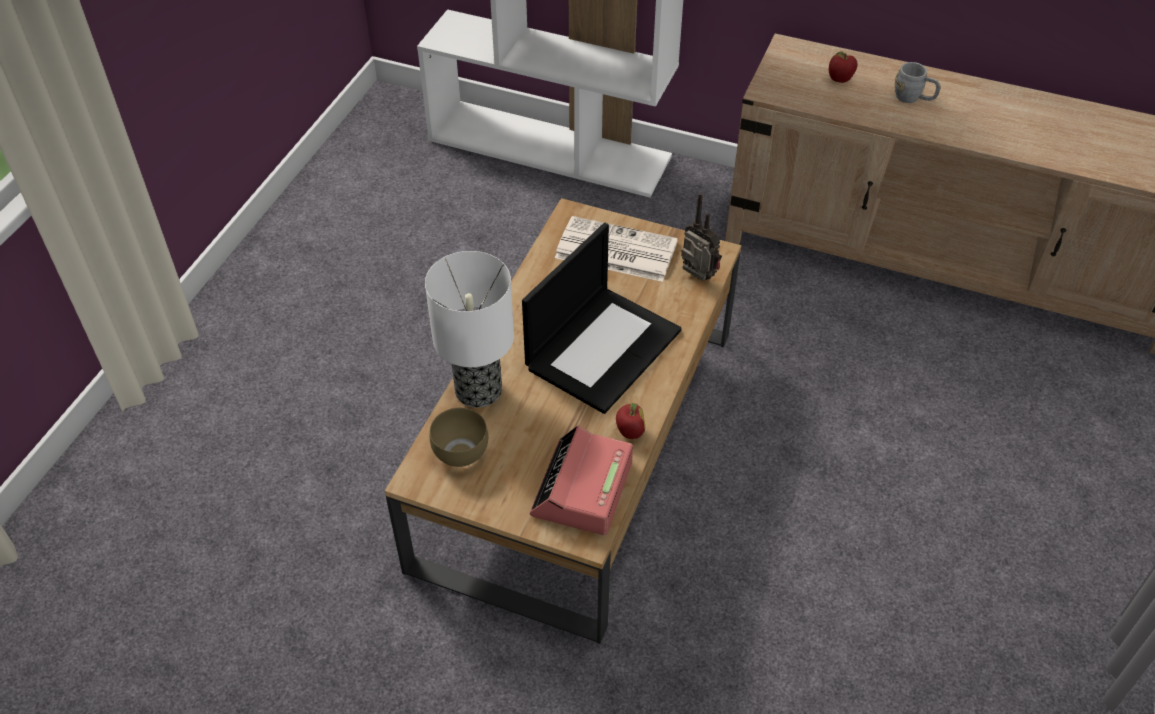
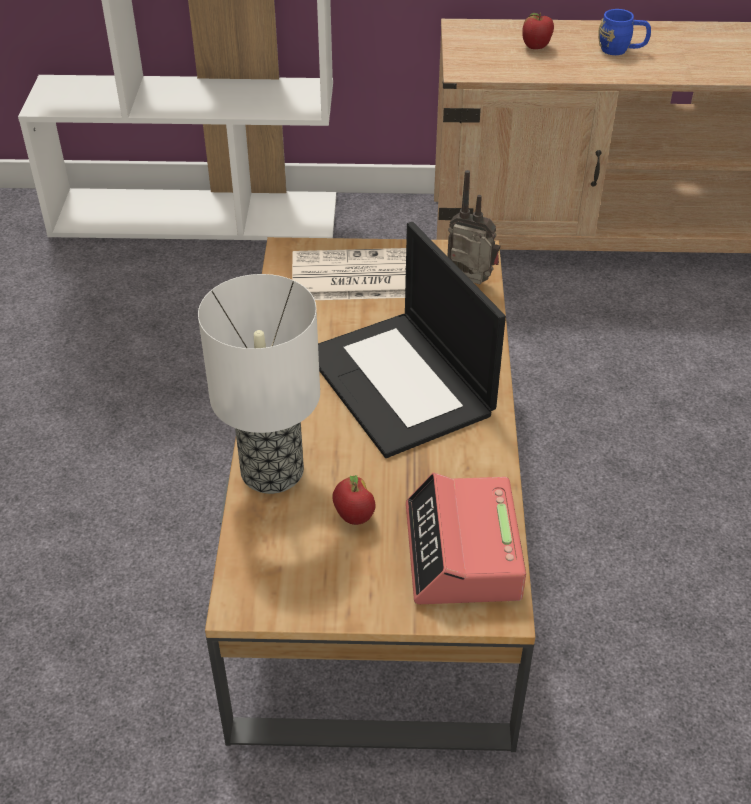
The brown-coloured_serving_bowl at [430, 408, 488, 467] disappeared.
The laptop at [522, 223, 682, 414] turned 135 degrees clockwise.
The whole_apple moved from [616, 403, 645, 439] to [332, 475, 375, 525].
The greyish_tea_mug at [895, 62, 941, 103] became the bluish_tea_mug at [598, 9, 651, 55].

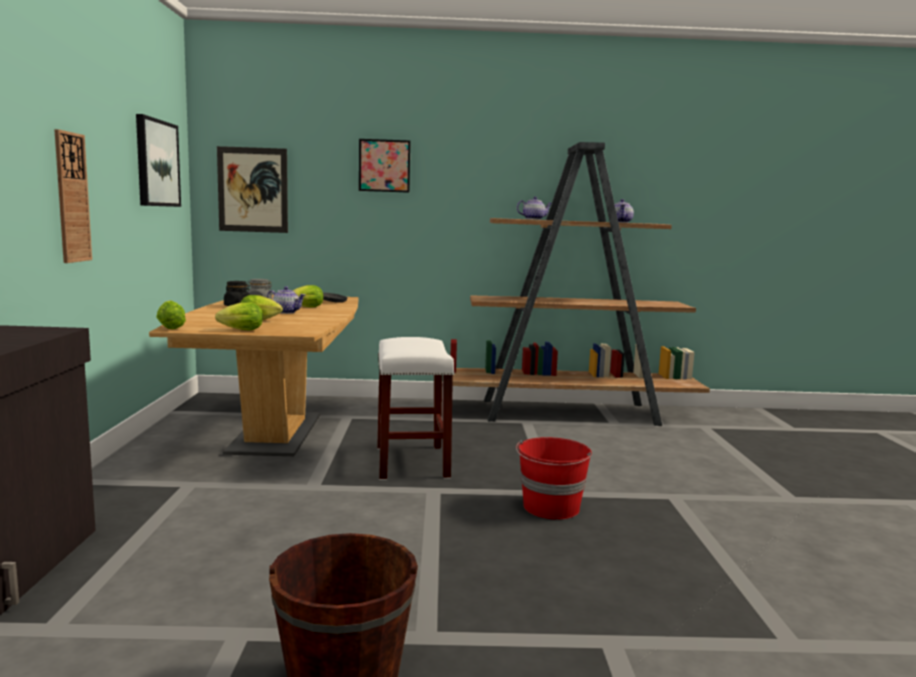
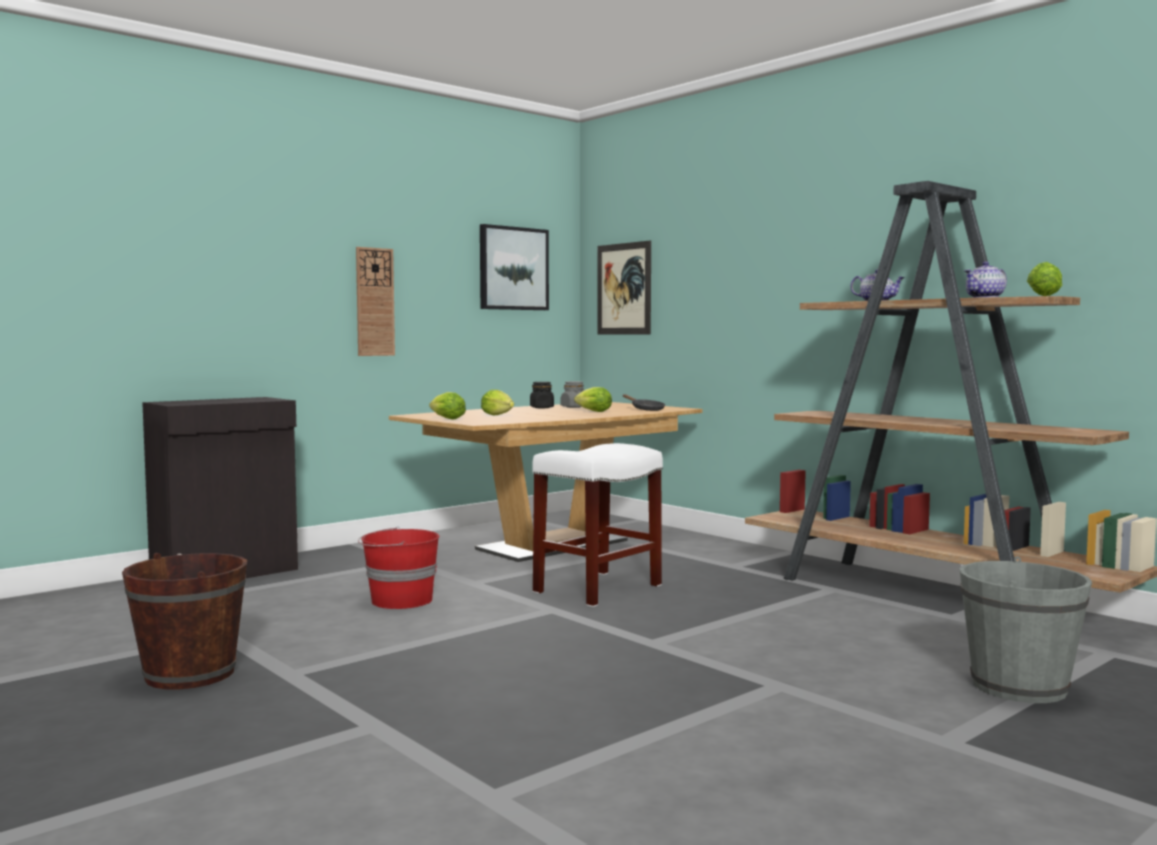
The lettuce moved from [156, 300, 186, 329] to [1027, 262, 1062, 296].
The pot_for_tea at [267, 286, 305, 314] disappeared.
The wall_art at [359, 139, 410, 193] disappeared.
The red-coloured_water_bucket moved from [516, 437, 592, 520] to [358, 527, 439, 609].
The greyish_water_bucket at [959, 556, 1092, 703] appeared.

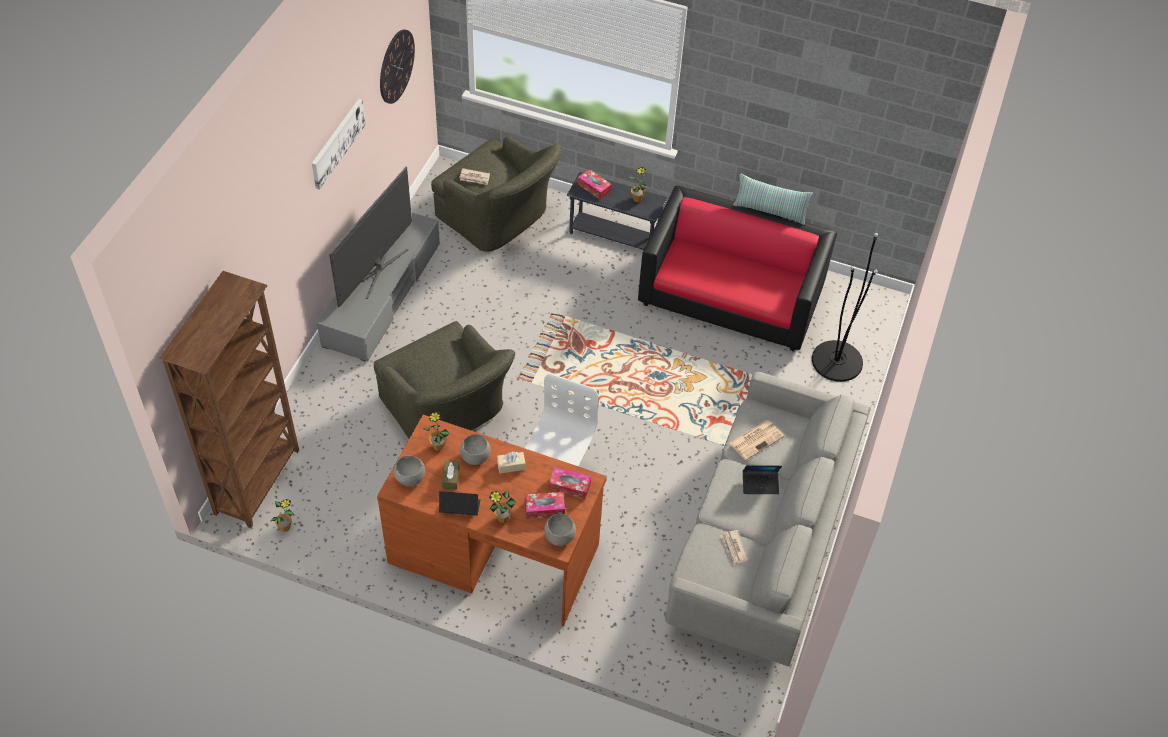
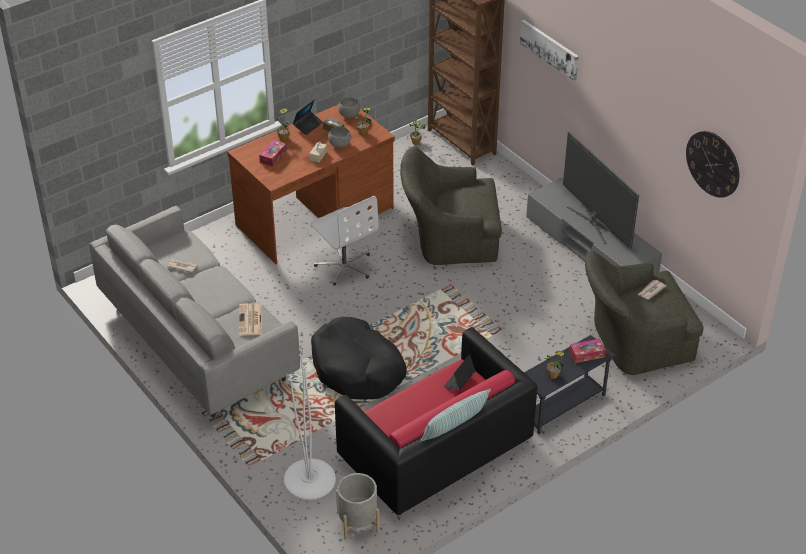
The wall_art moved from [312, 99, 366, 190] to [520, 20, 579, 81].
The greyish_serving_bowl at [544, 514, 576, 546] disappeared.
The tissue_box at [549, 467, 591, 499] disappeared.
The laptop moved from [743, 465, 782, 494] to [443, 354, 476, 390].
The blackish_standard_lamp at [812, 233, 878, 382] became the white_standard_lamp at [284, 350, 336, 500].
The blackish_dog_cushion at [311, 317, 407, 400] appeared.
The greyish_flower_pot at [336, 473, 379, 540] appeared.

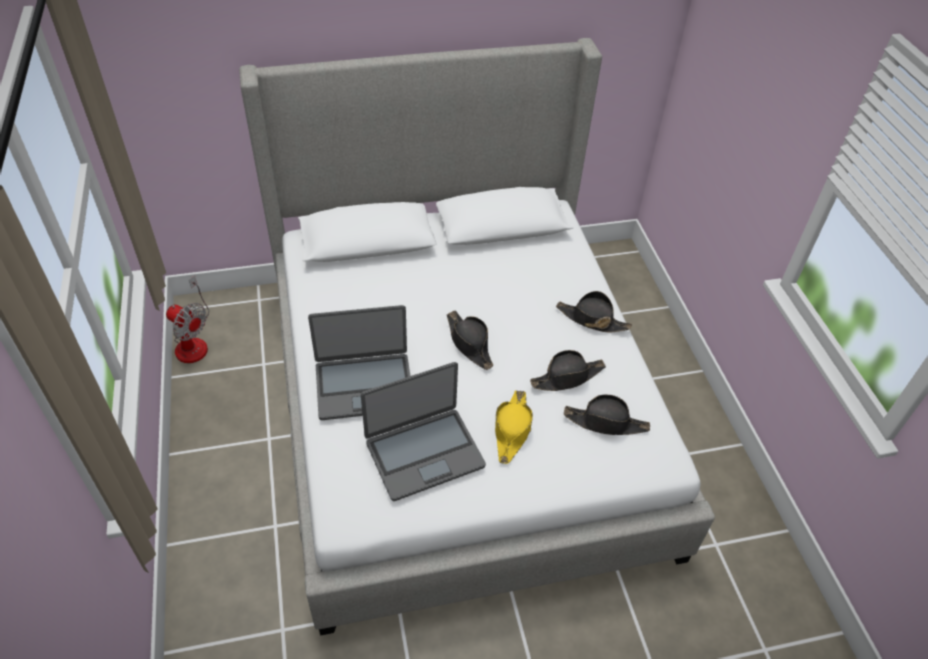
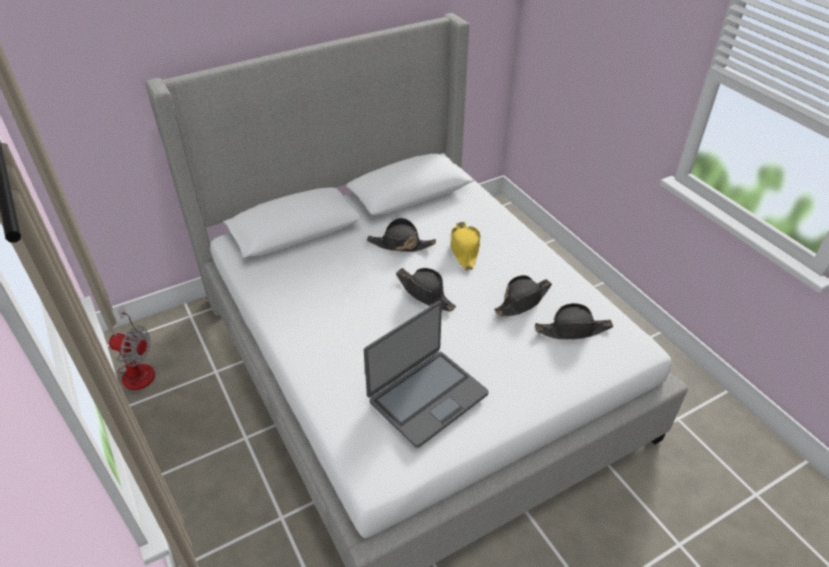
The laptop at [308, 305, 410, 420] disappeared.
The yellow_wearable_hat moved from [495, 391, 533, 464] to [451, 222, 480, 270].
The blackish_wearable_hat moved from [556, 291, 632, 333] to [367, 218, 436, 252].

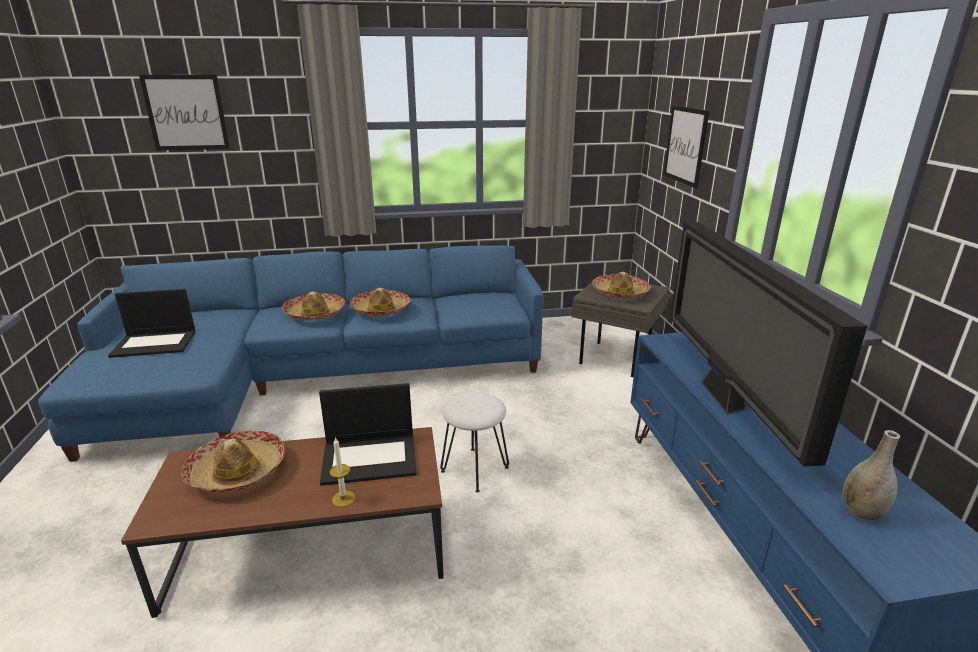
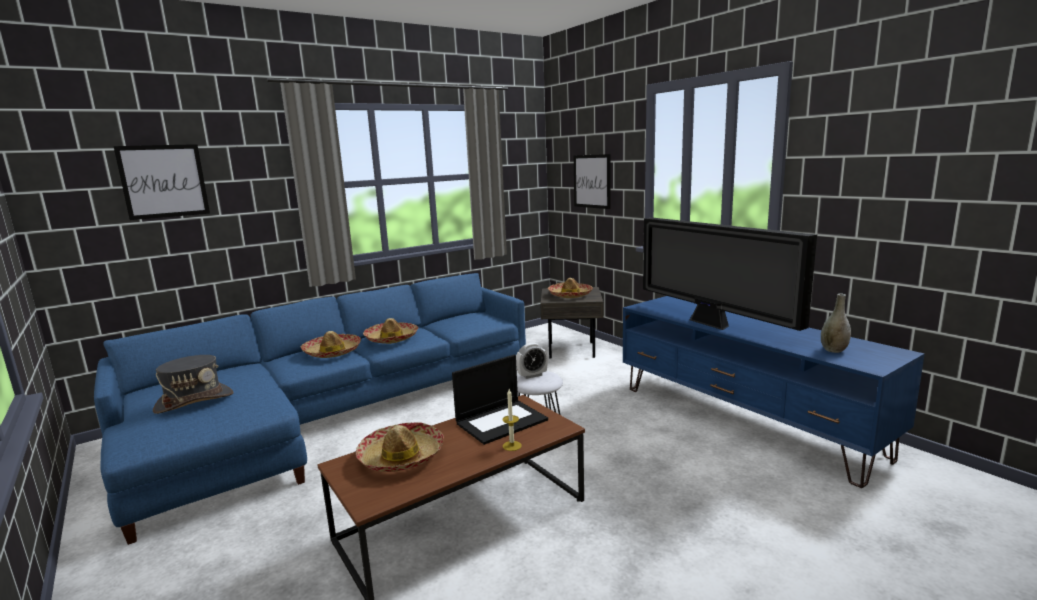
The laptop at [108, 289, 196, 358] was replaced by the greyish_wearable_hat at [153, 355, 234, 414].
The alarm_clock at [516, 342, 548, 379] appeared.

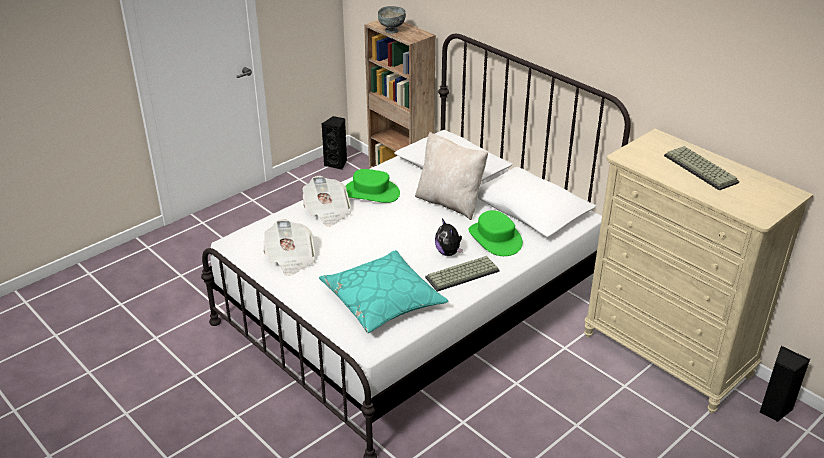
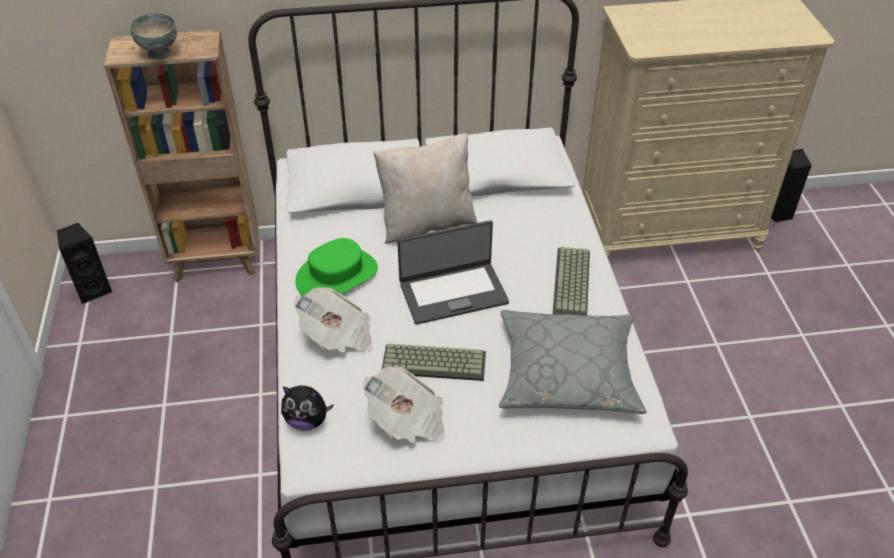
The turquoise_cushion at [319, 250, 449, 333] became the greyish_cushion at [499, 310, 647, 414].
The plush_toy moved from [435, 218, 463, 256] to [281, 386, 333, 431].
The green_wearable_hat at [469, 210, 523, 256] disappeared.
The PC_keyboard moved from [664, 146, 739, 190] to [382, 344, 486, 381].
The laptop at [397, 220, 509, 324] appeared.

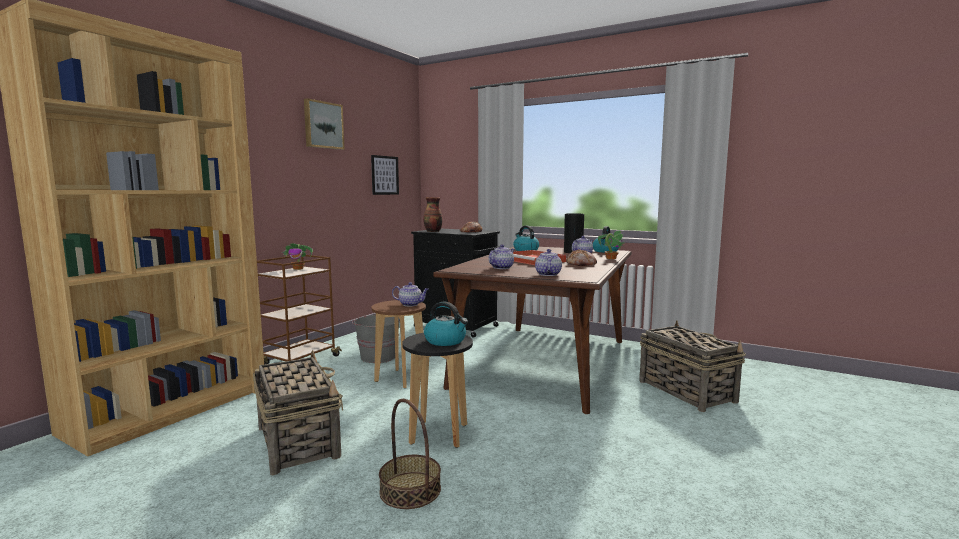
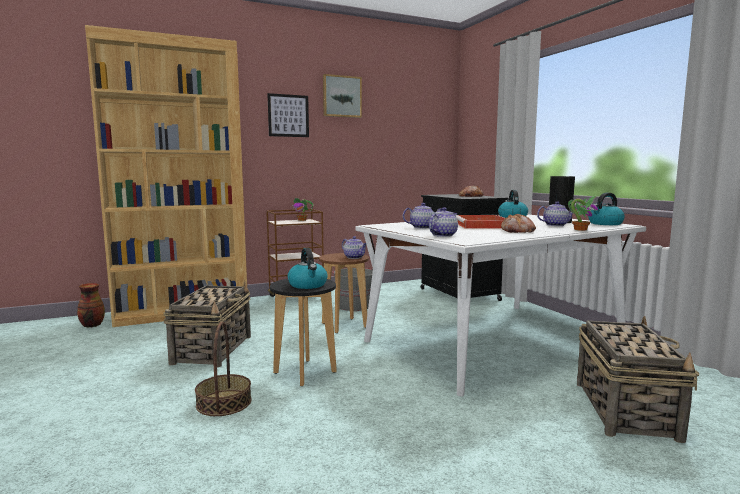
The wall_art moved from [371, 155, 399, 195] to [267, 93, 309, 137].
The vase moved from [423, 197, 443, 232] to [77, 283, 105, 327].
The brown-coloured_dining_table at [434, 247, 631, 414] became the white_dining_table at [355, 214, 646, 397].

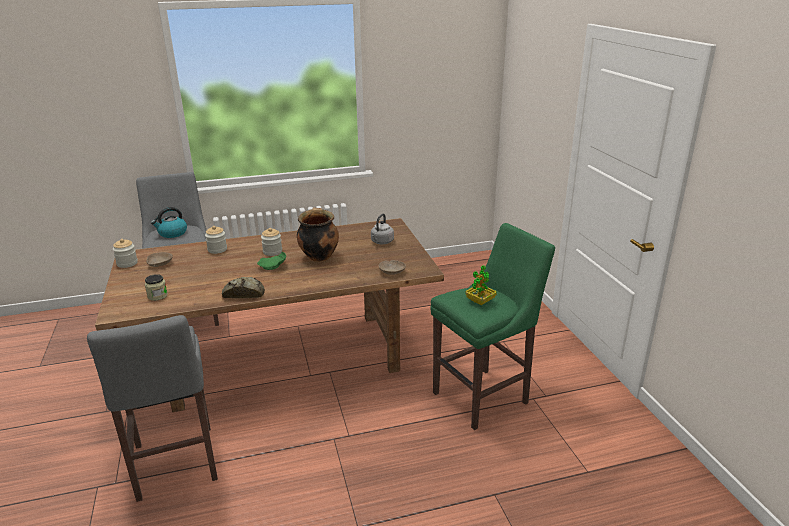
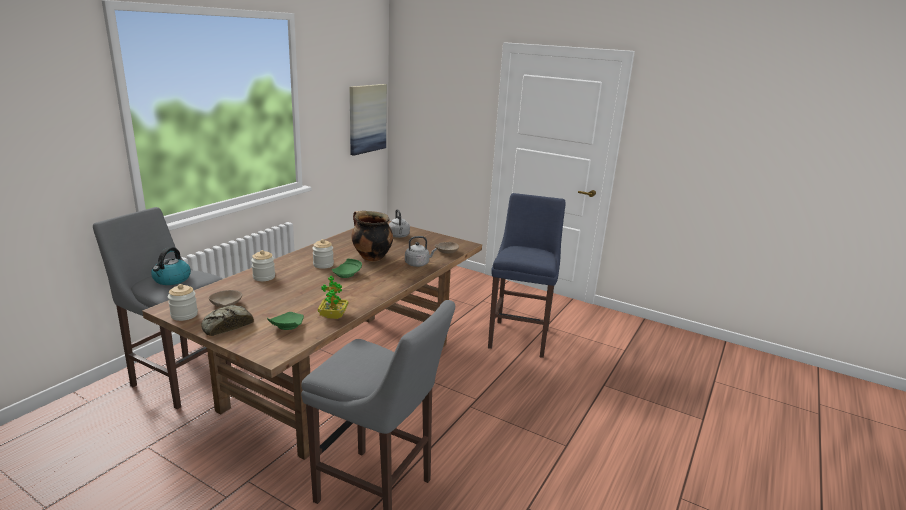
The preserve_jar at [145, 274, 168, 301] was replaced by the green_flat_dish at [267, 312, 304, 330].
The bakery_bread moved from [222, 277, 265, 298] to [202, 305, 254, 336].
The green_stool at [430, 223, 555, 430] became the bluish_stool at [488, 193, 566, 358].
The plant_in_a_pot moved from [465, 265, 497, 305] to [318, 276, 348, 319].
The wall_art at [350, 84, 387, 156] appeared.
The greyish_water_kettle at [405, 236, 437, 267] appeared.

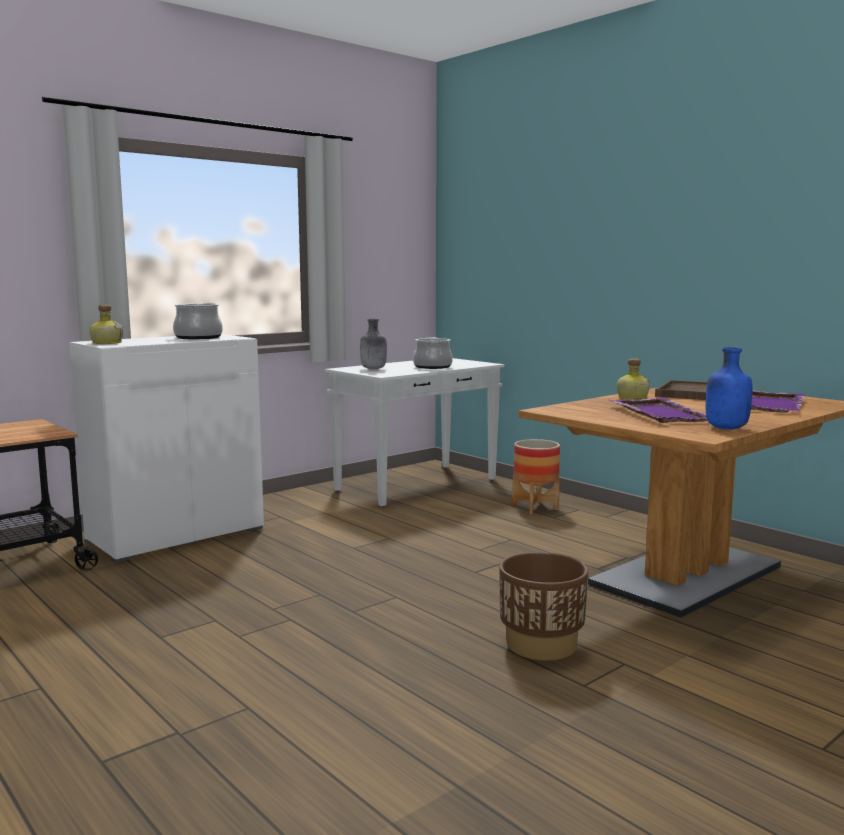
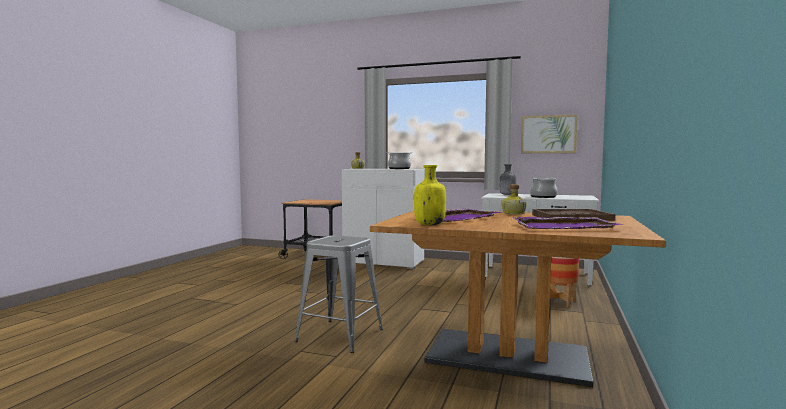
The brown-coloured_flower_pot at [499, 552, 588, 661] was replaced by the greyish_stool at [294, 235, 383, 353].
The bluish_beverage_bottle at [706, 347, 753, 429] became the yellow_beverage_bottle at [414, 165, 446, 225].
The wall_art at [521, 114, 578, 153] appeared.

